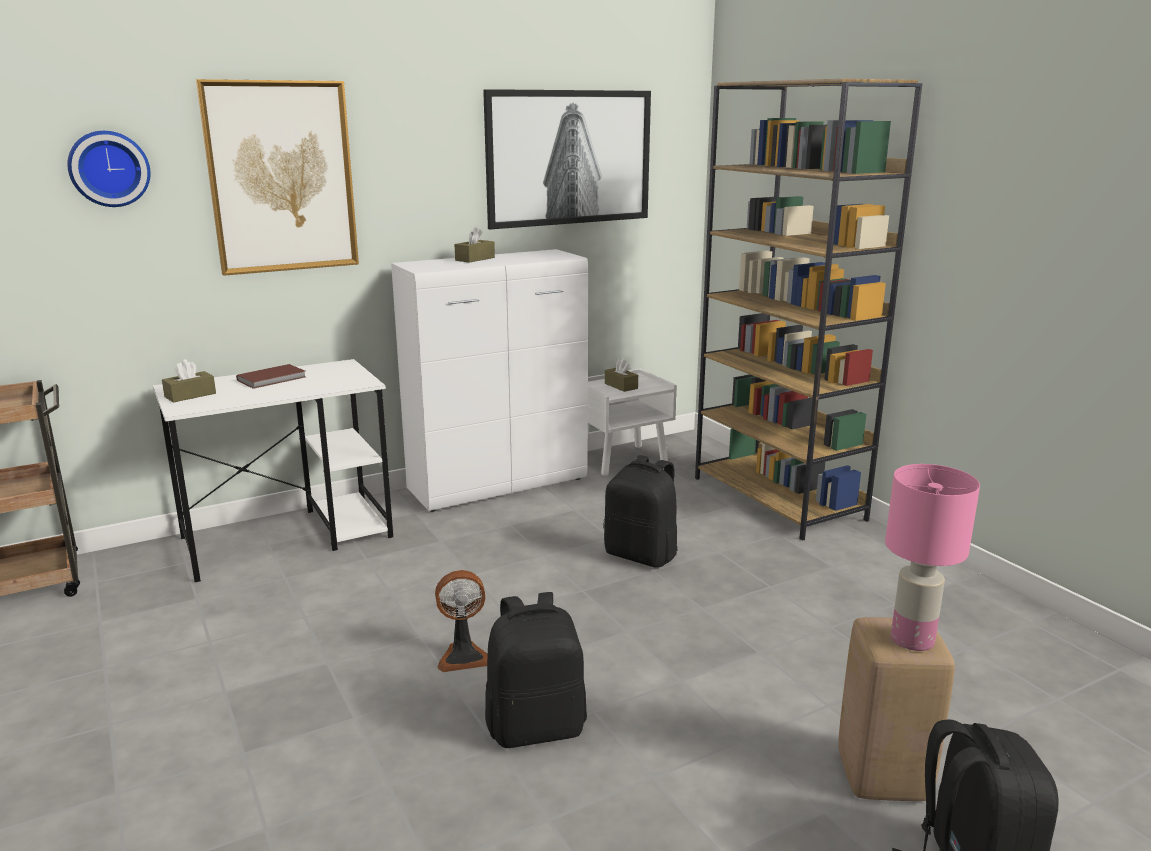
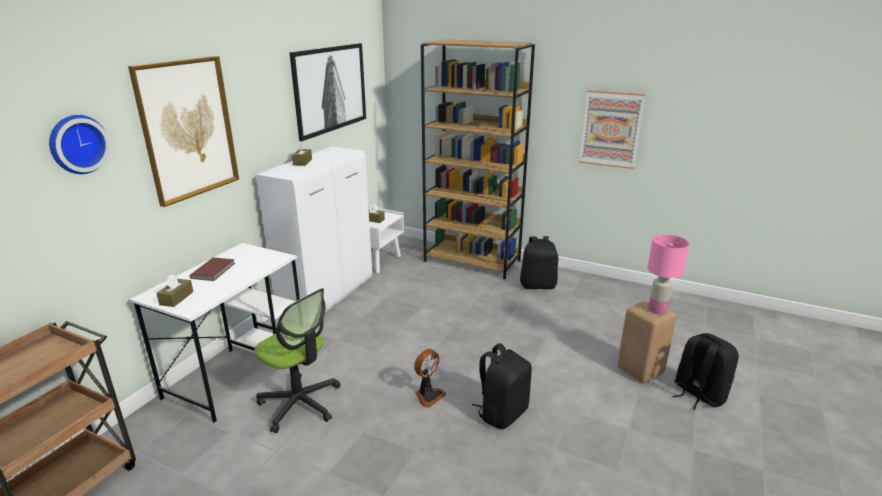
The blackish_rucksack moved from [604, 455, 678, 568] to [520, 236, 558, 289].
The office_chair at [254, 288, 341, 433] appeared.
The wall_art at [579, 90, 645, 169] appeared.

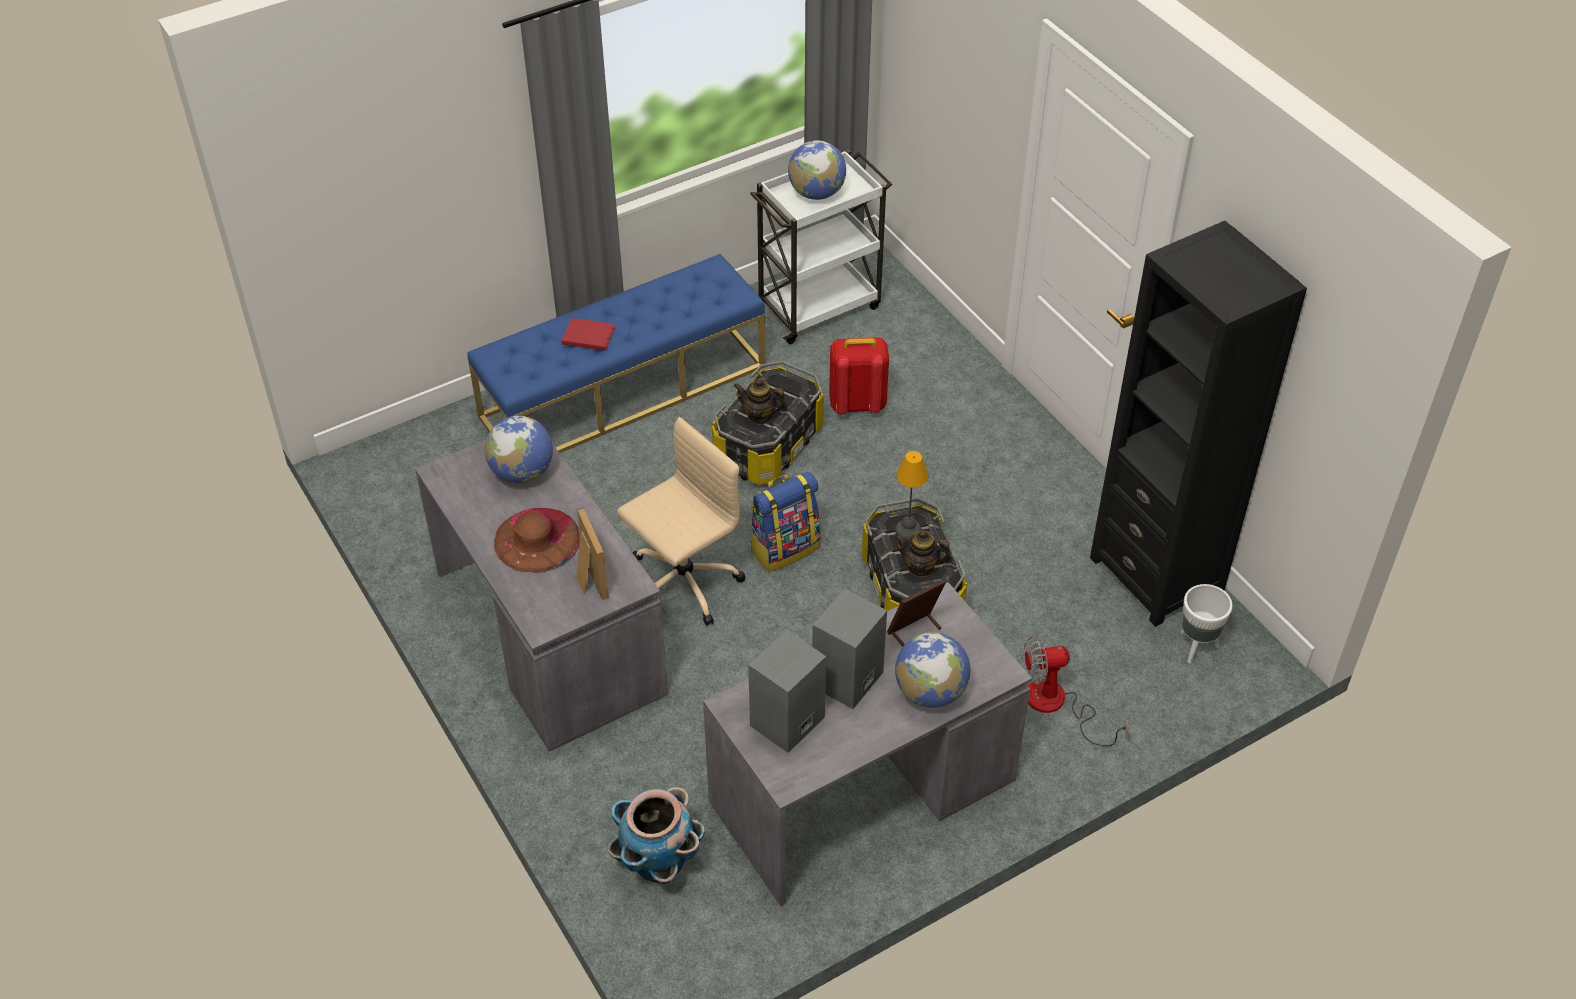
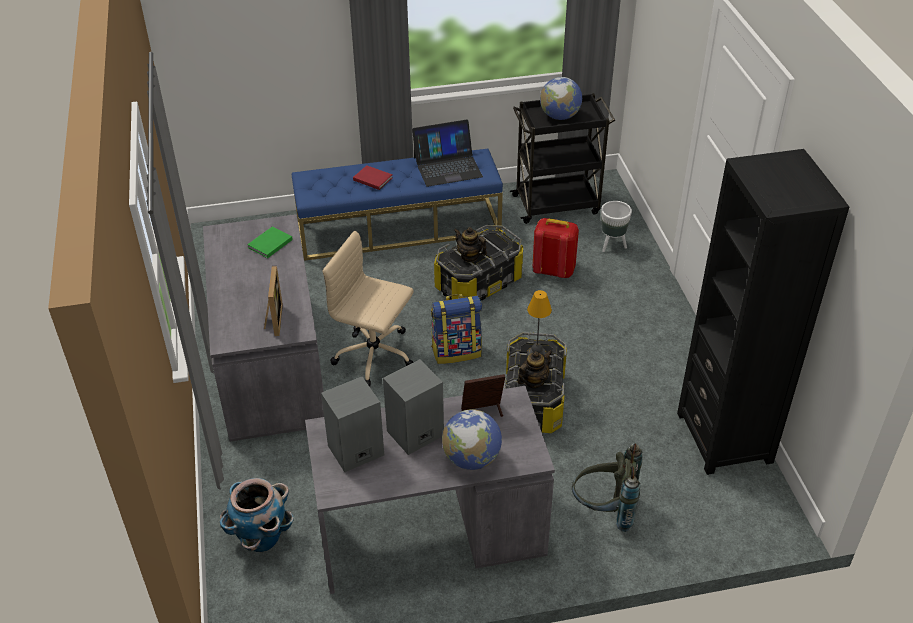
The desk_globe at [485, 416, 553, 483] was replaced by the green_book at [247, 226, 293, 258].
The brown-coloured_wearable_hat at [494, 508, 580, 573] disappeared.
The beige-coloured_office_chair at [617, 417, 745, 626] turned 135 degrees counterclockwise.
The white_trolley at [750, 150, 893, 344] became the blackish_trolley at [510, 93, 616, 224].
The pot_for_tea at [894, 530, 952, 577] turned 105 degrees clockwise.
The cooling_fan at [1024, 635, 1129, 747] was replaced by the greyish_rucksack at [572, 443, 642, 532].
The white_flower_pot moved from [1181, 584, 1233, 663] to [601, 201, 632, 252].
The laptop at [412, 120, 483, 187] appeared.

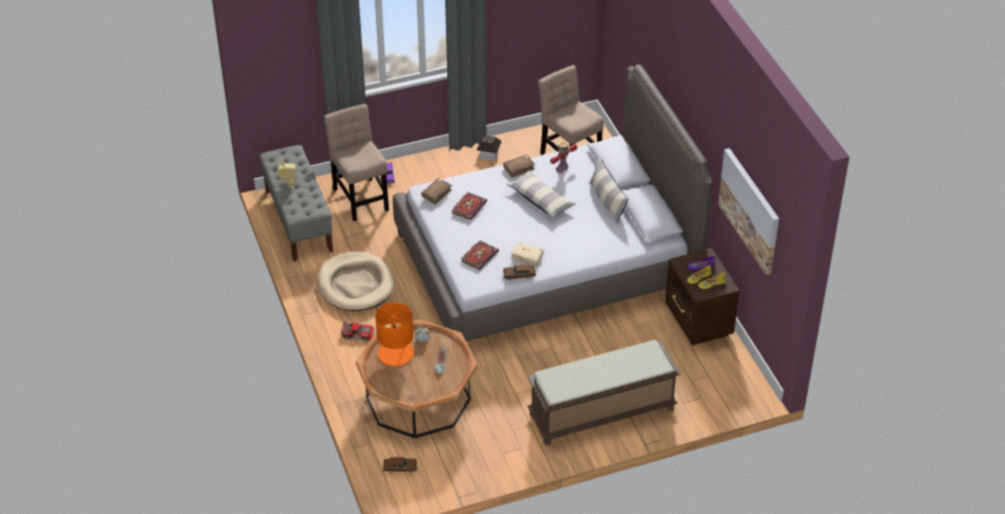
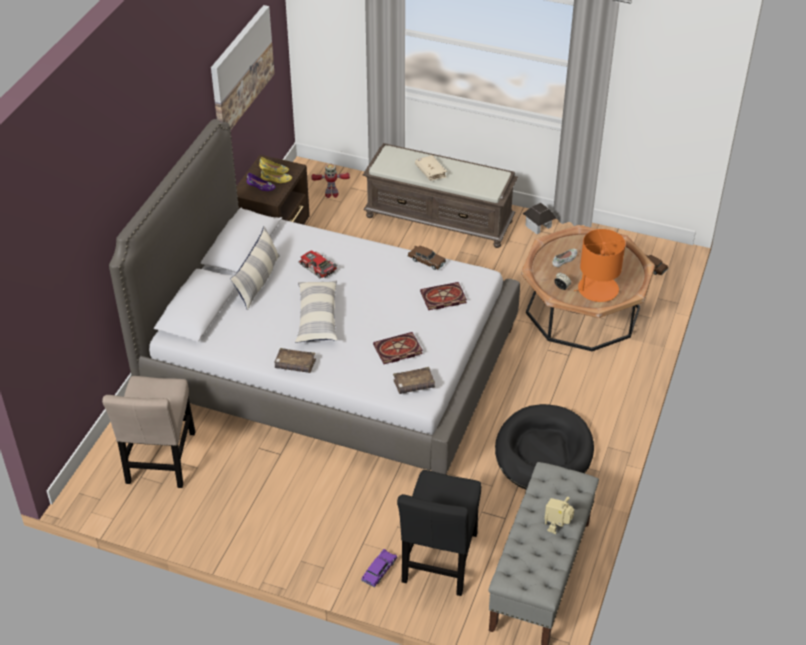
The beige-coloured_dog_cushion at [318, 252, 395, 311] became the blackish_dog_cushion at [495, 404, 594, 490].
The beige-coloured_upright_chair at [324, 104, 389, 221] became the blackish_upright_chair at [397, 470, 481, 596].
The toy_car moved from [341, 321, 375, 341] to [298, 251, 338, 279].
The model_house moved from [477, 136, 502, 161] to [523, 203, 556, 234].
The beige-coloured_book moved from [511, 242, 544, 266] to [415, 155, 447, 181].
The model_robot moved from [550, 142, 577, 172] to [311, 163, 350, 198].

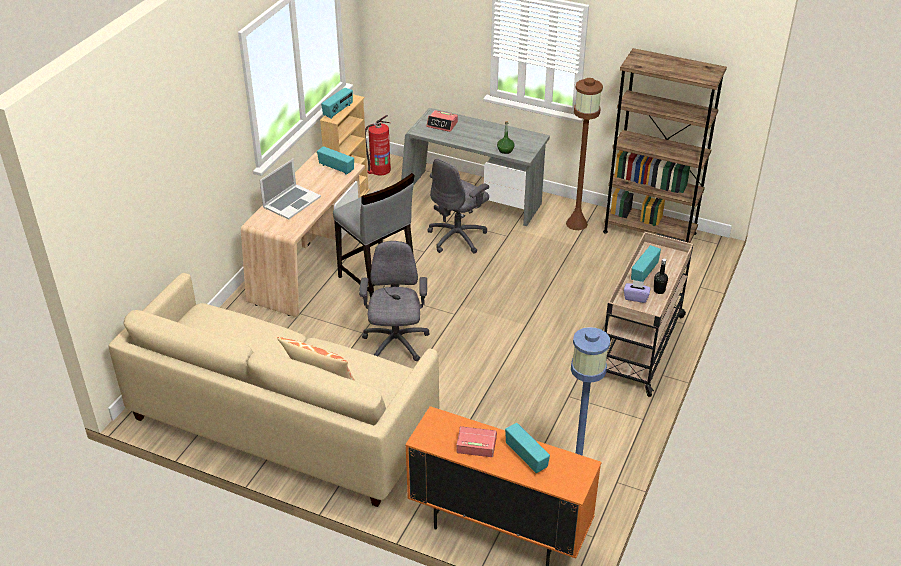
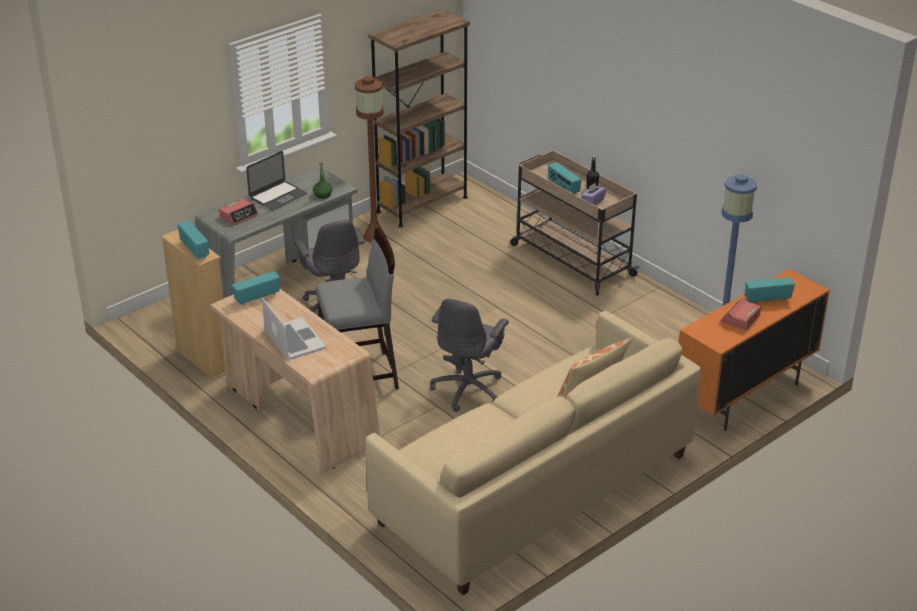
The greyish_office_chair at [359, 241, 429, 361] turned 90 degrees counterclockwise.
The fire_extinguisher at [365, 115, 391, 175] disappeared.
The laptop at [246, 151, 307, 210] appeared.

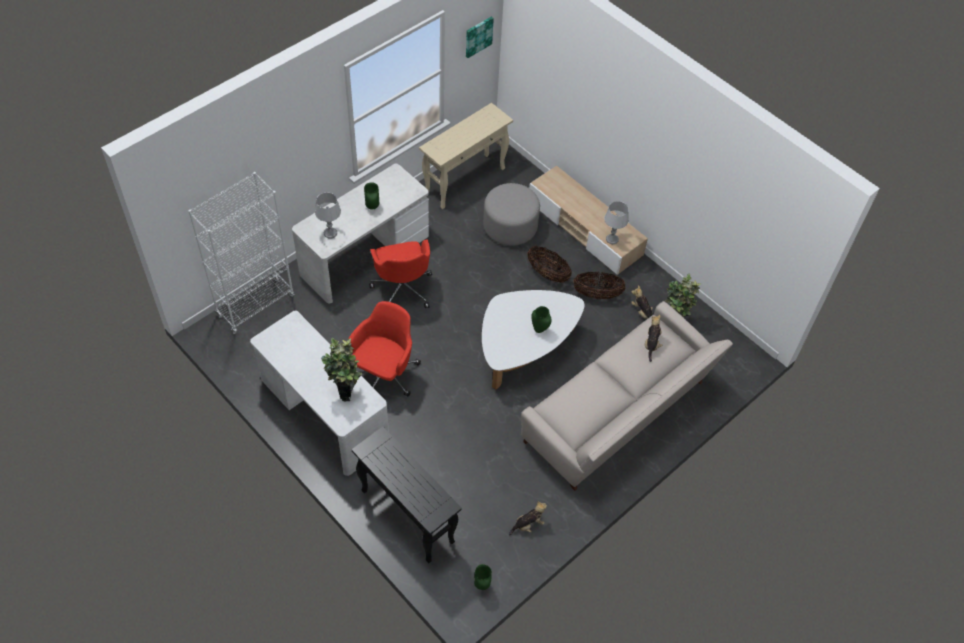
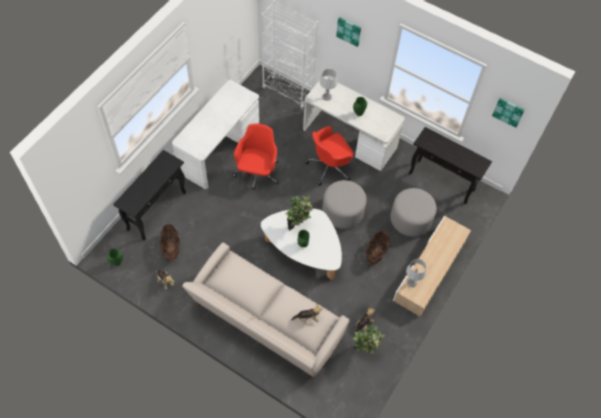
The plant_in_a_pot moved from [321, 338, 362, 401] to [285, 195, 313, 231].
The red-coloured_office_chair at [348, 301, 421, 396] turned 90 degrees counterclockwise.
The beige-coloured_hall_table at [419, 103, 513, 209] became the blackish_hall_table at [409, 127, 492, 204].
The basket moved from [573, 272, 626, 299] to [160, 224, 180, 261].
The greyish_ottoman at [322, 180, 367, 229] appeared.
The wall_art at [336, 17, 361, 47] appeared.

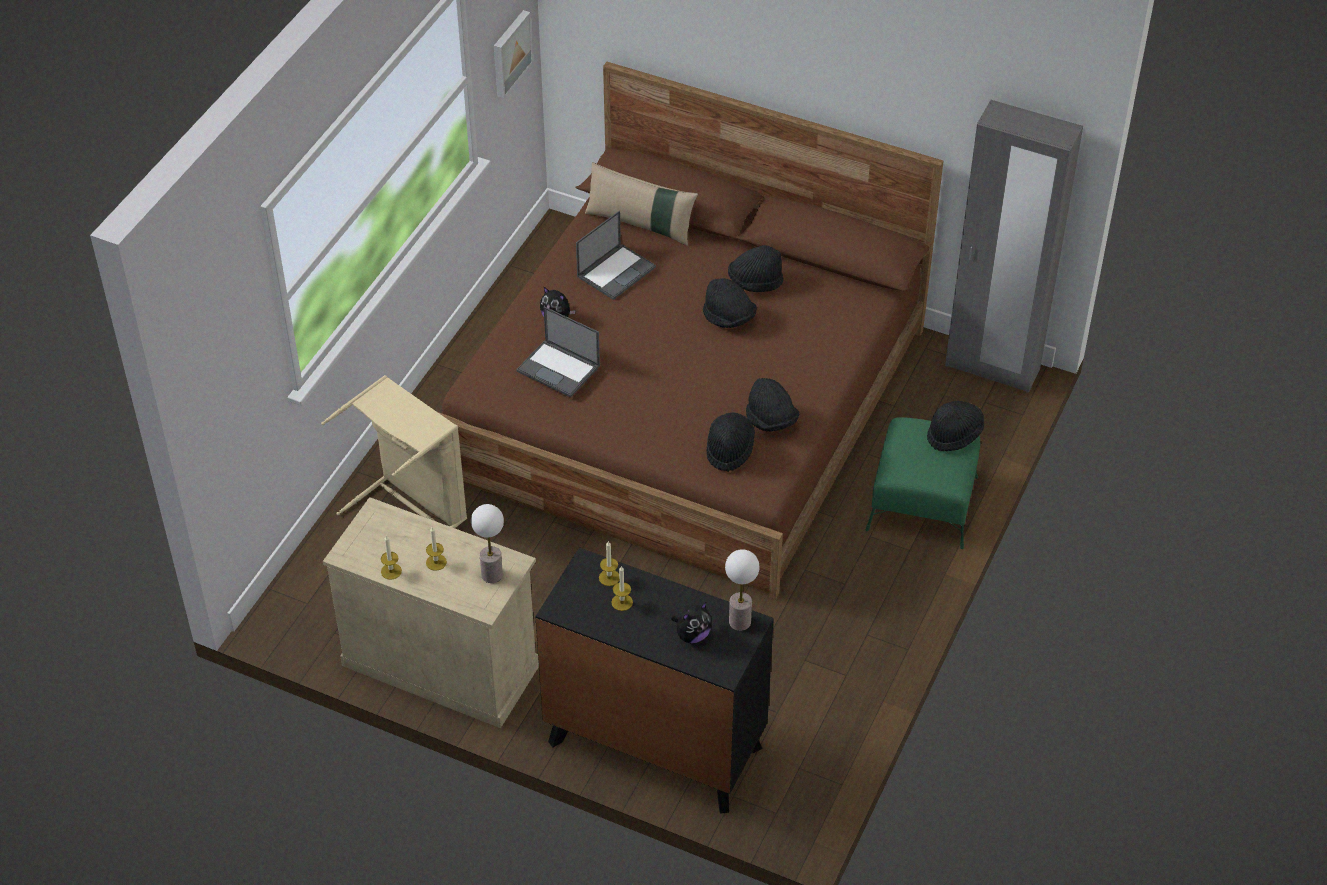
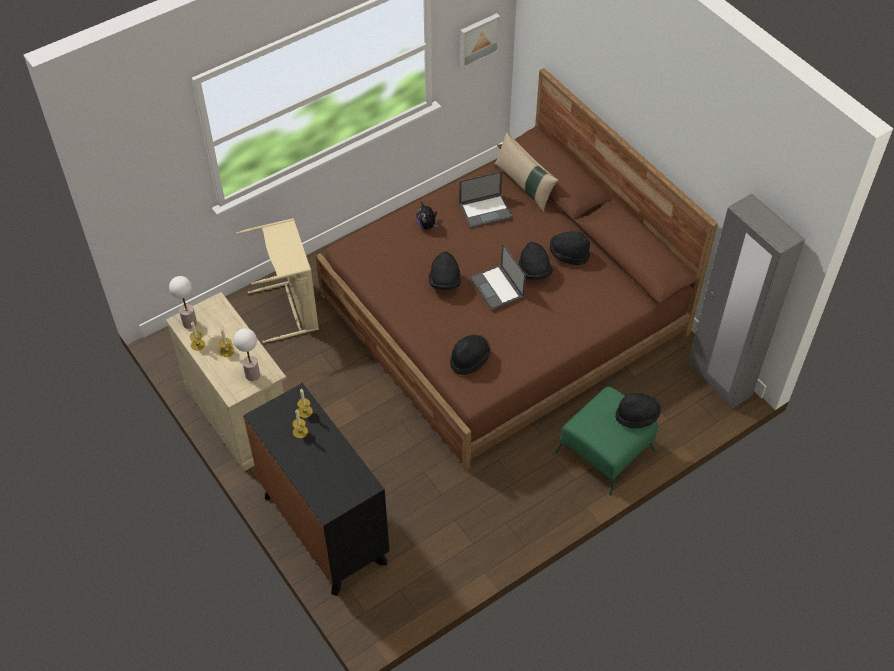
The laptop moved from [516, 306, 600, 398] to [470, 243, 526, 310].
The plush_toy at [671, 602, 712, 644] disappeared.
The table_lamp moved from [725, 549, 759, 631] to [169, 276, 197, 329].
The blackish_wearable_hat moved from [746, 378, 799, 432] to [429, 251, 461, 290].

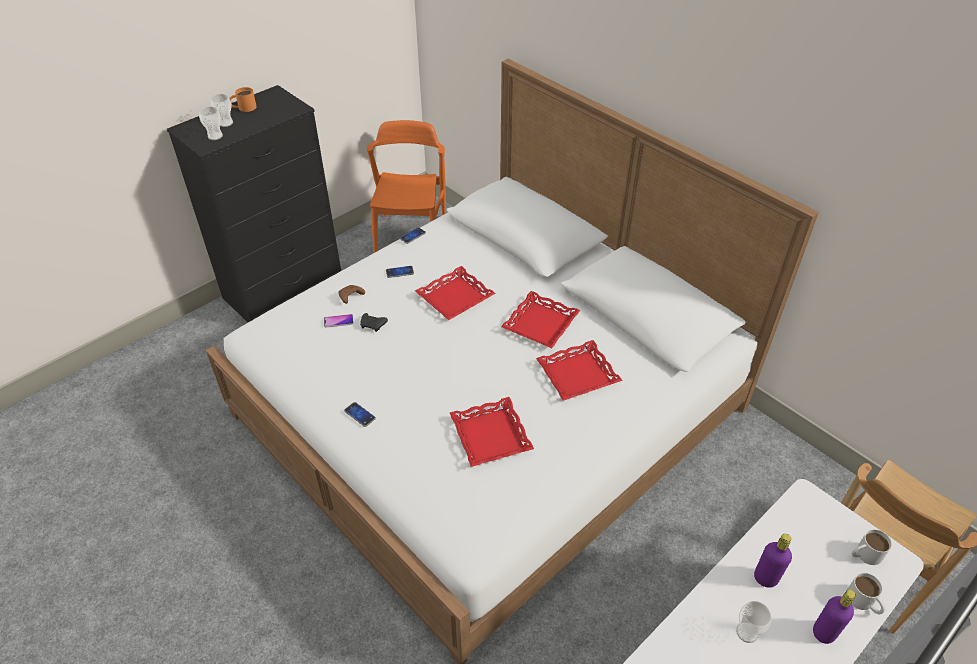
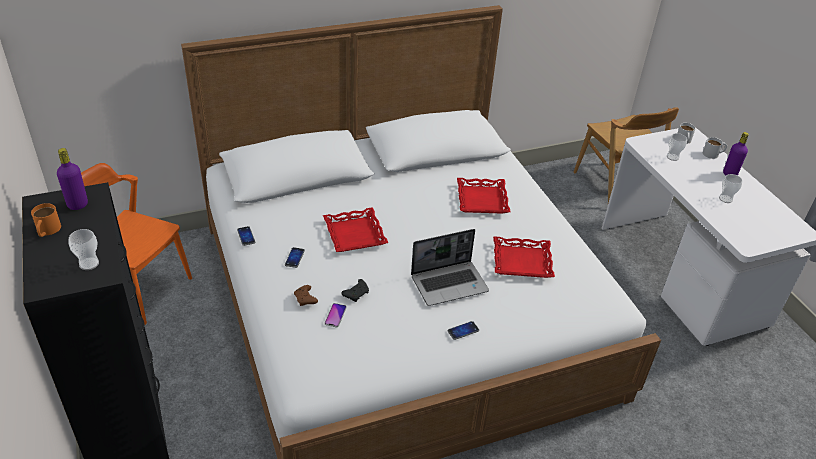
The drinking_cup moved from [210, 94, 233, 127] to [667, 133, 687, 161].
The red-coloured_tray at [501, 291, 580, 348] disappeared.
The purple-coloured_beverage_bottle moved from [754, 534, 792, 588] to [57, 148, 88, 210].
The laptop at [411, 229, 489, 306] appeared.

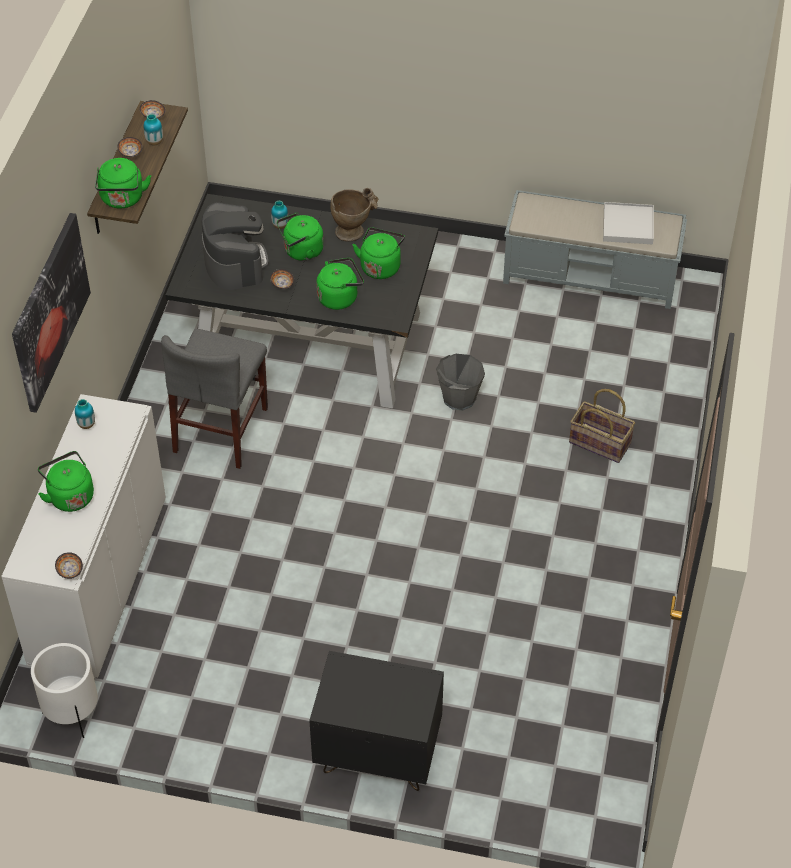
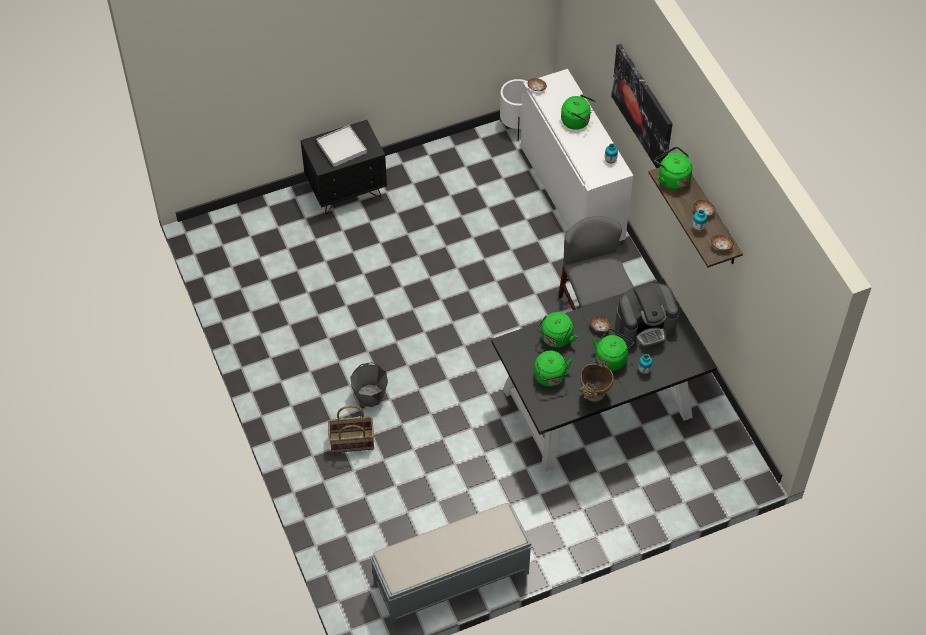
The coffee_brewer at [202, 202, 269, 290] turned 60 degrees counterclockwise.
The greyish_water_bucket moved from [436, 354, 485, 410] to [350, 362, 388, 407].
The white_tray moved from [603, 202, 654, 244] to [317, 125, 367, 167].

